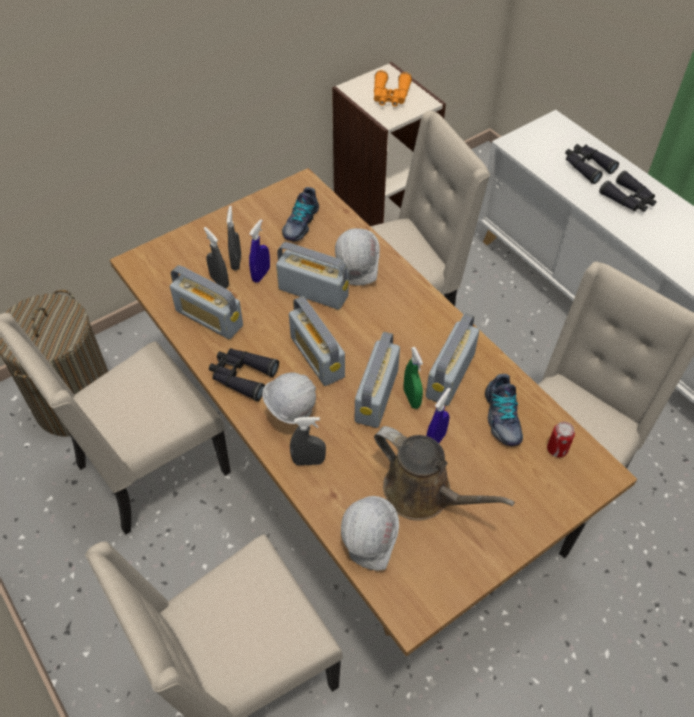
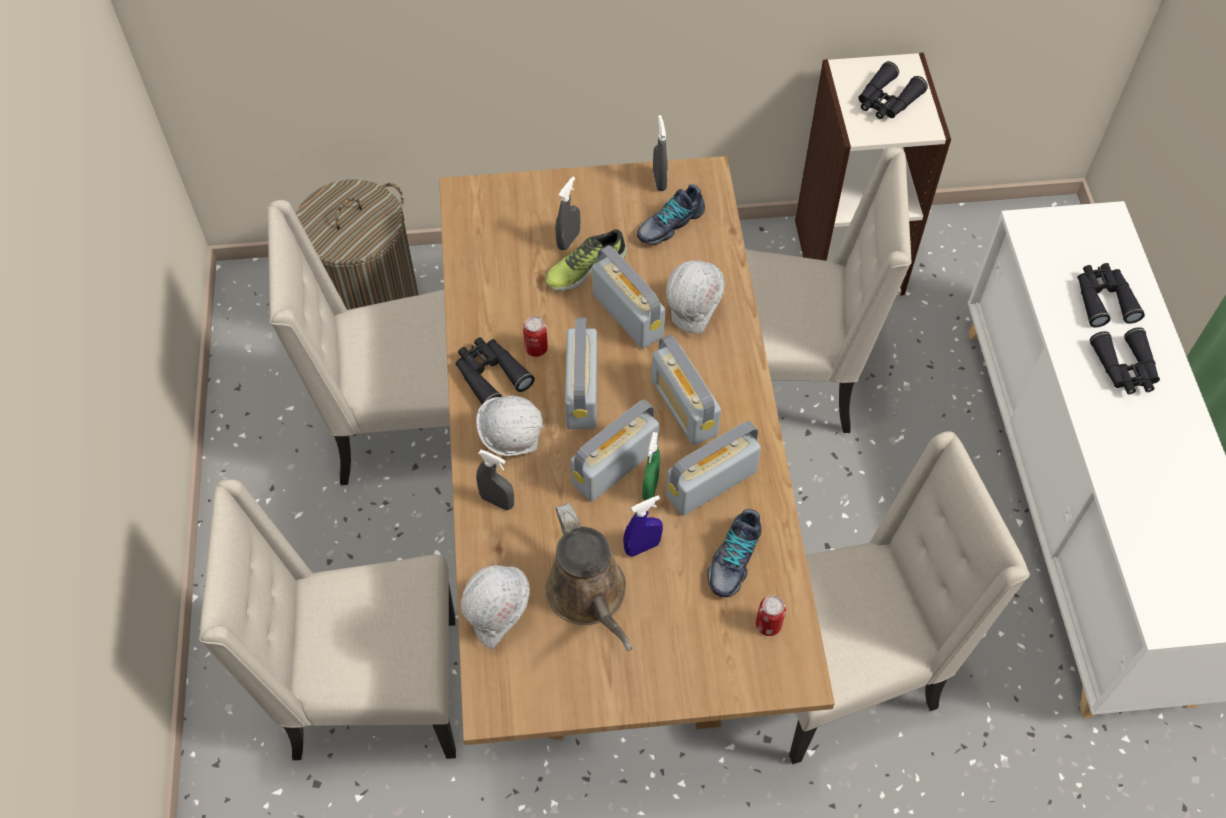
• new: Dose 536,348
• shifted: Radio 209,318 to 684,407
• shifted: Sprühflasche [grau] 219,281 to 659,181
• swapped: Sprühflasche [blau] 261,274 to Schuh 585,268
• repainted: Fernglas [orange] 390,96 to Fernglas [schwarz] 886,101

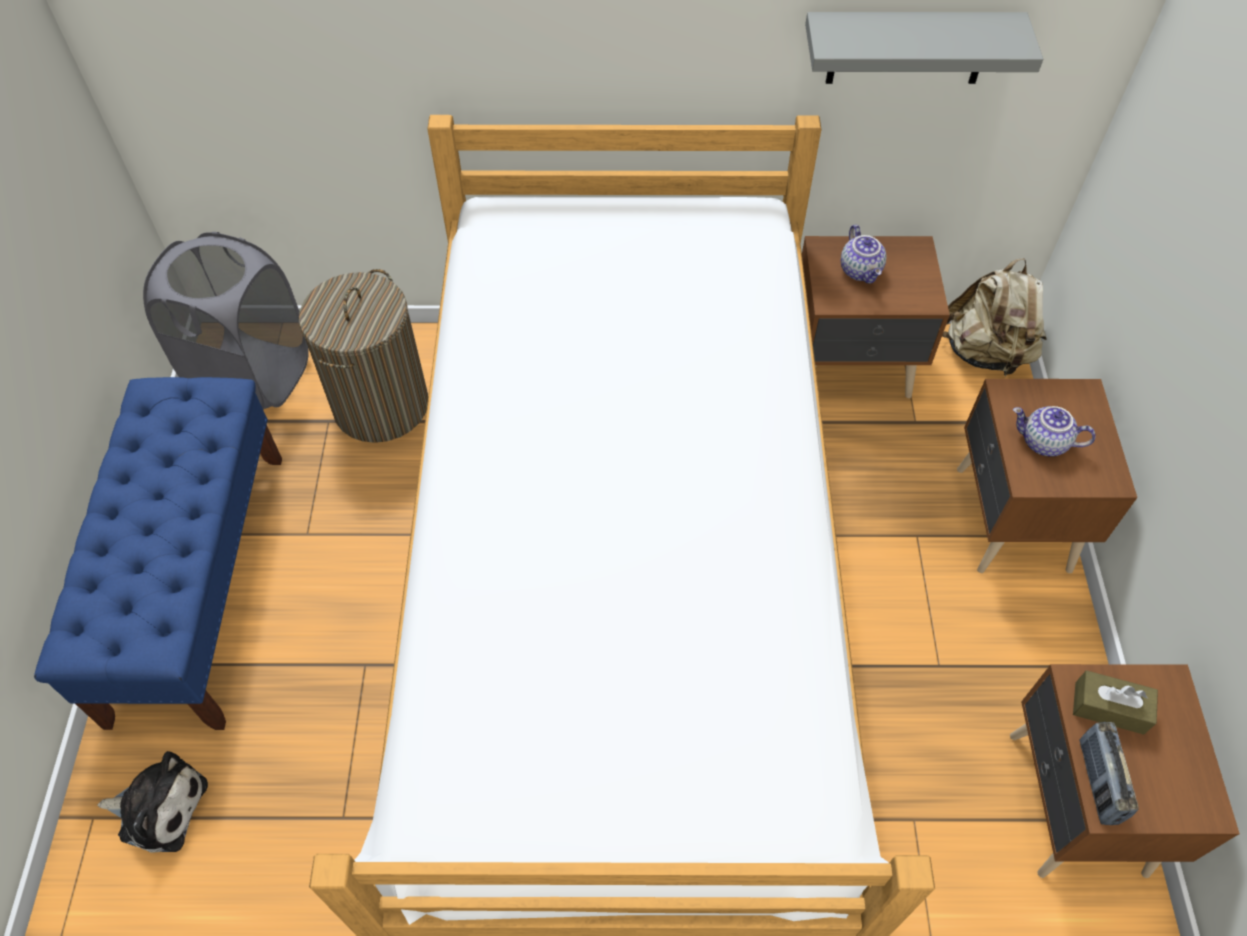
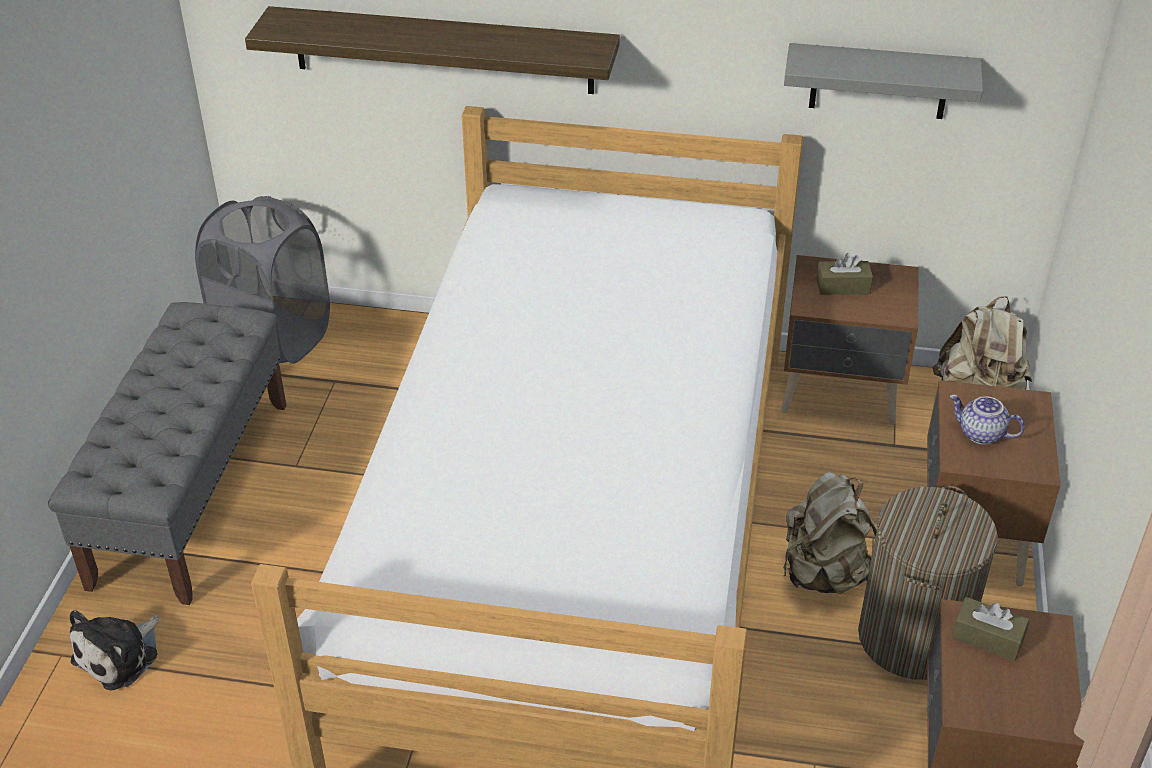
• gone: Radio 1097,781
• new: Wandregal 443,50
• new: Rucksack [beige] 825,573
• shifted: Wäschekorb 381,405 to 912,638
• swapped: Teekanne 861,271 to Taschentuchbox [braun] 843,286
• repainted: Bank [blau] 199,582 to Bank [grau] 192,491
• rotated: Plüschtier 159,807 = 120,655 105 degrees clockwise

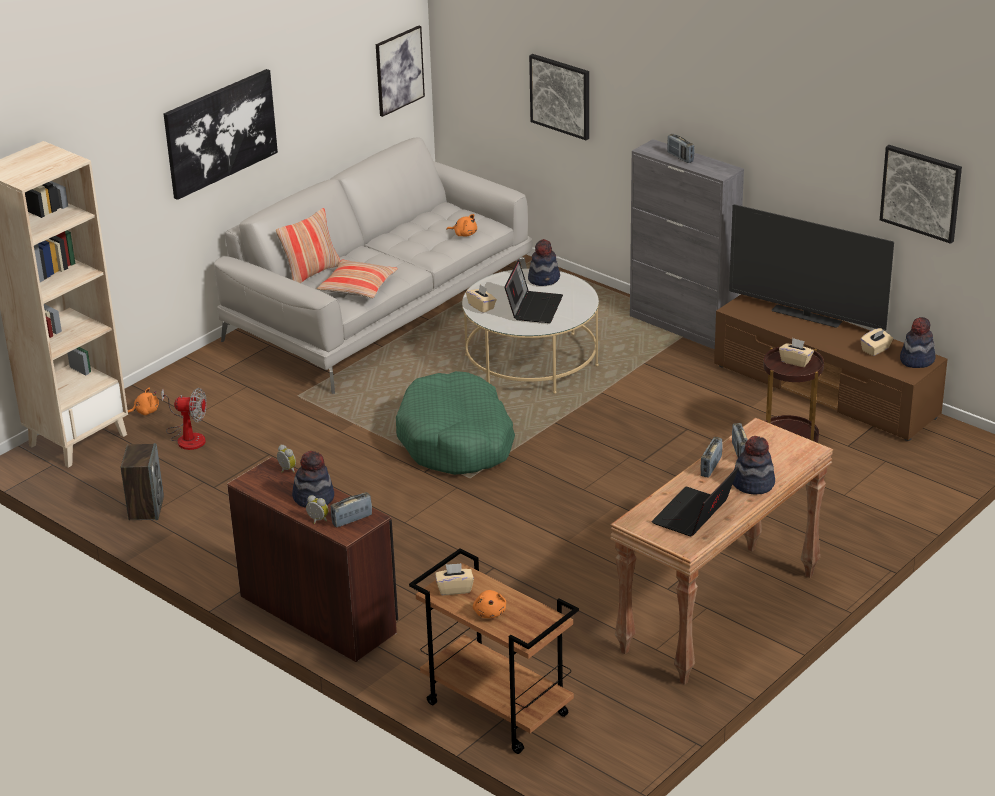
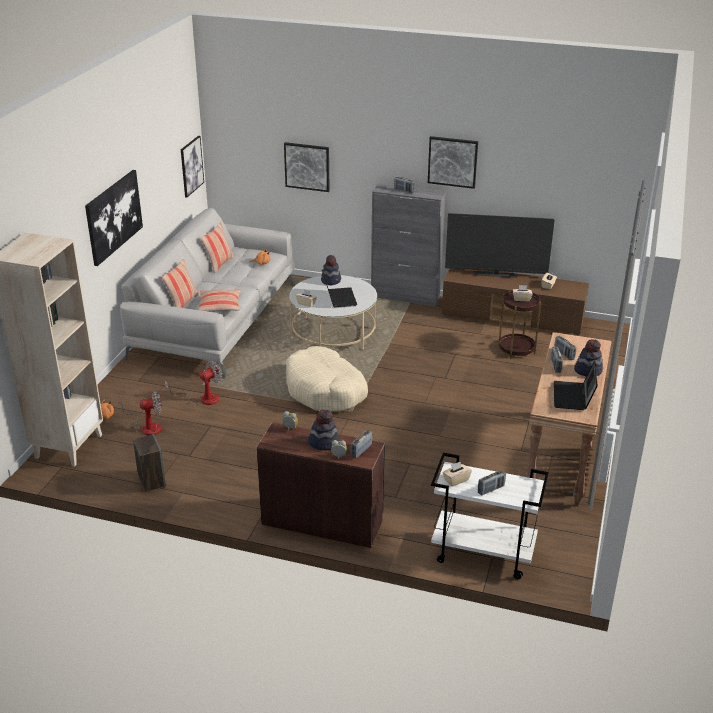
• gone: Hut 916,360
• new: Ventilator 202,399
• new: Kissen 219,263
• shifted: Bild 921,192 to 452,162
• swapped: Plüschtier [orange] 490,612 to Radio 491,489
• repainted: Hundebett [grün] 456,440 to Hundebett [beige] 325,390
• repainted: Rollwagen [braun] 495,709 to Rollwagen [weiß] 482,554

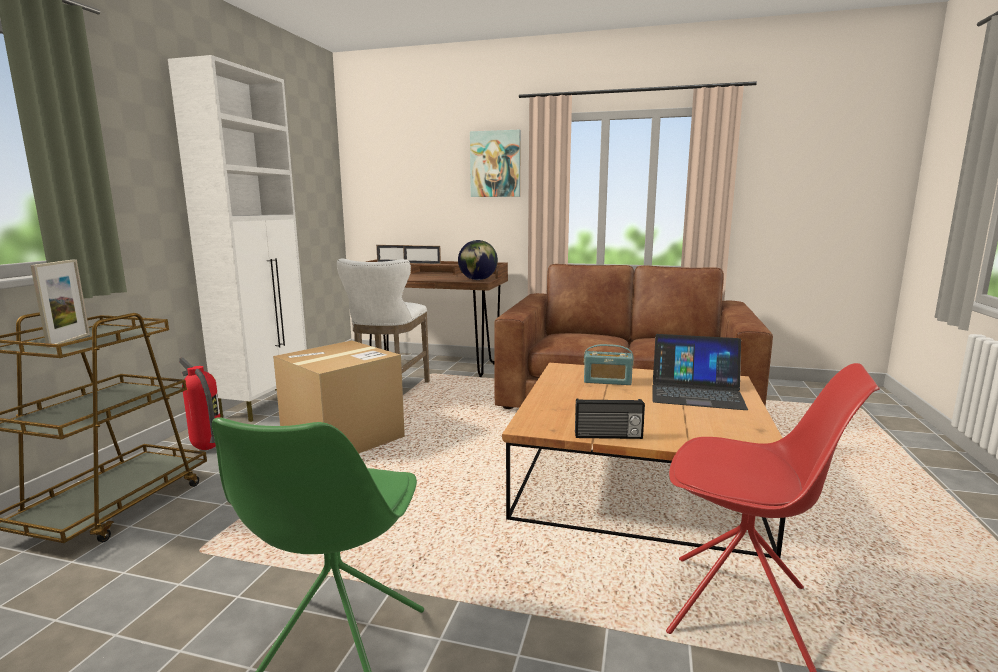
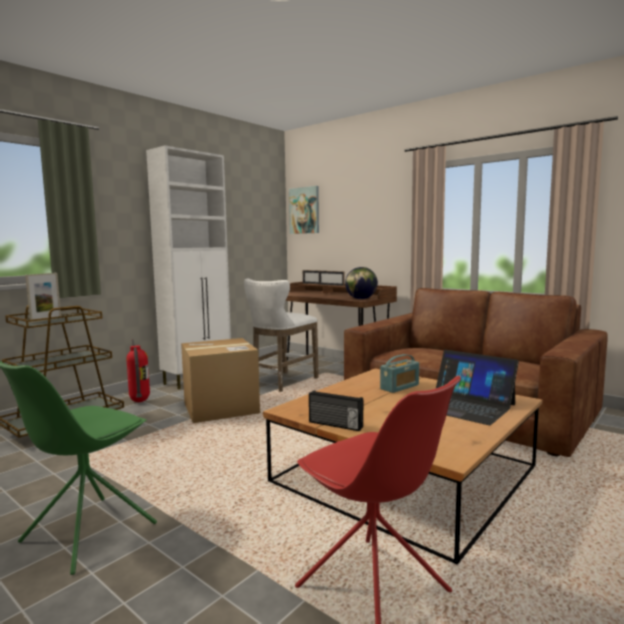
• shifted: Bild 495,164 to 304,210
• rotated: Radio 607,381 = 399,387 75 degrees counterclockwise

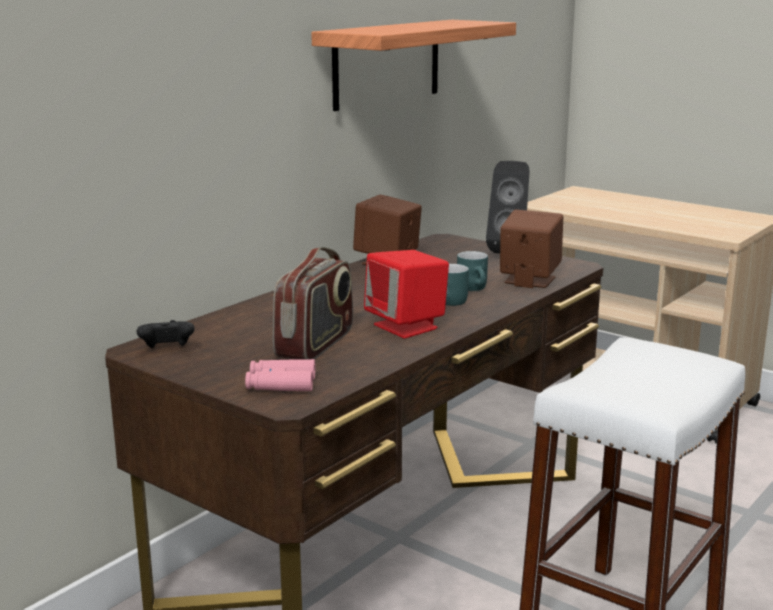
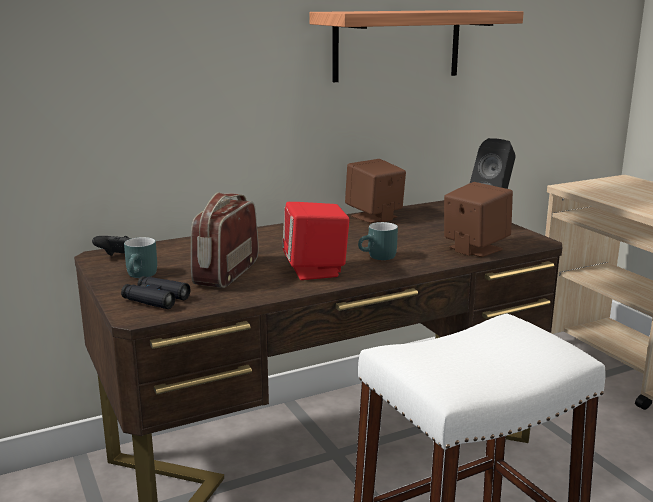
• shifted: Henkelbecher [türkis] 475,288 to 142,275
• repainted: Fernglas [rosa] 281,384 to Fernglas [schwarz] 156,299
• rotated: Radio 316,344 = 226,273 150 degrees clockwise

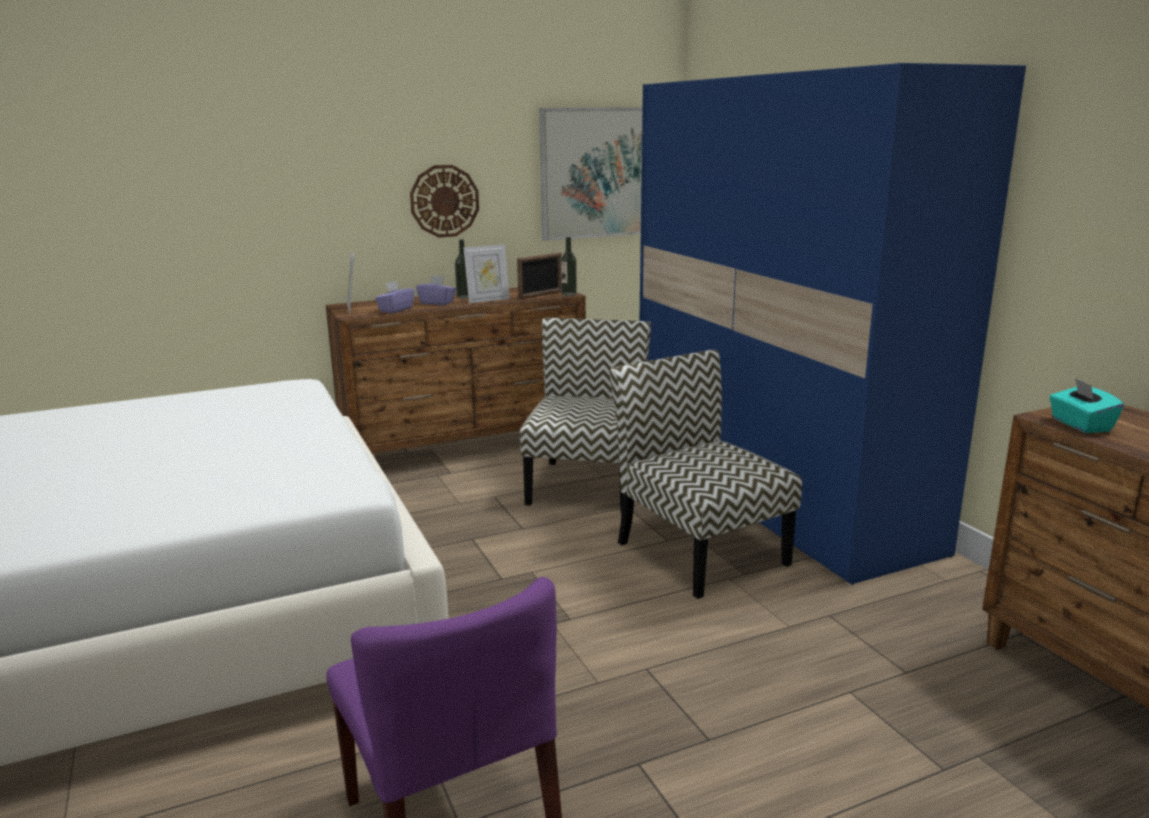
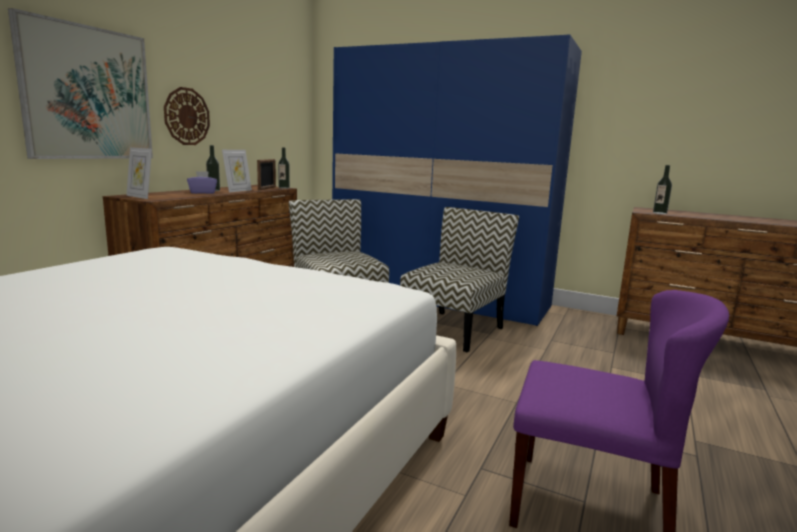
• gone: Taschentuchbox [lila] 395,310
• shifted: Bild 598,173 to 88,93
• swapped: Taschentuchbox [türkis] 1080,425 to Flasche 659,213
• rotated: Stuhl 699,552 = 453,329 105 degrees clockwise

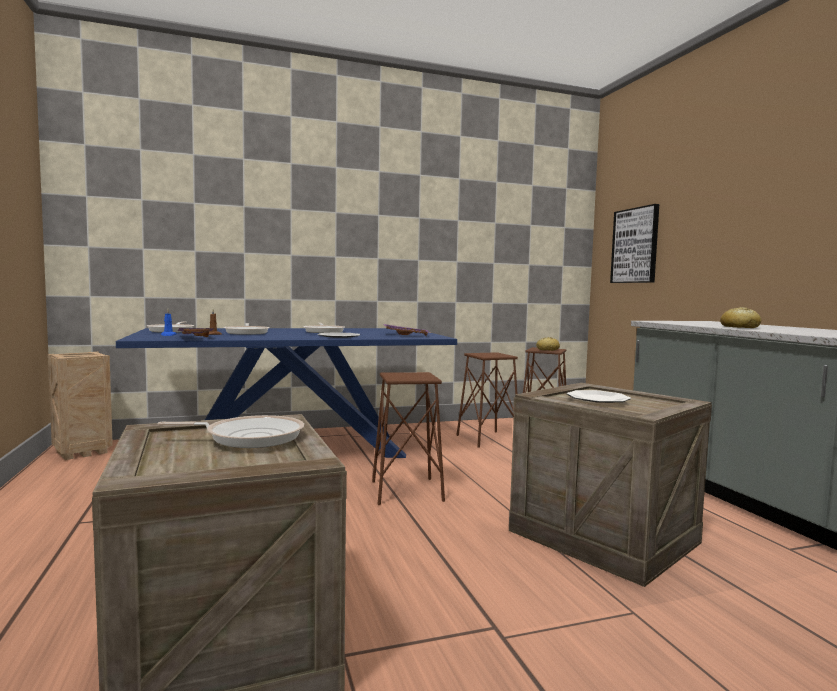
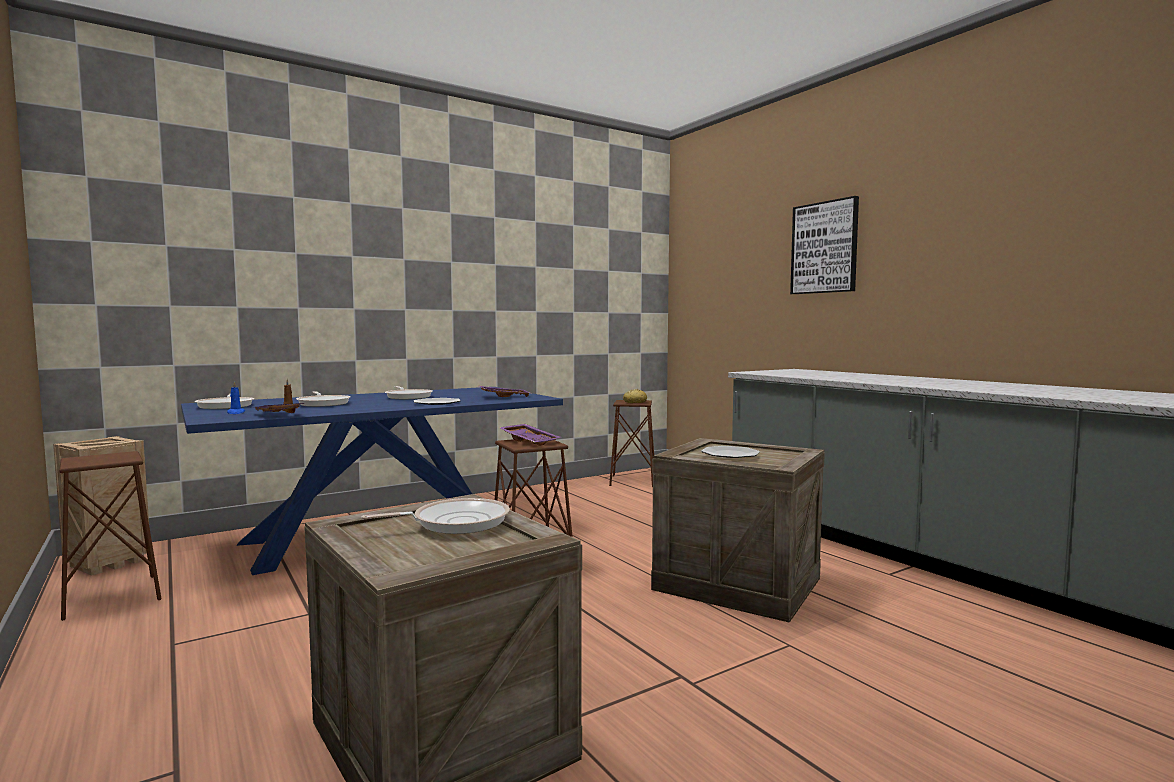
• gone: Brot 739,327
• new: Tablett [lila] 530,441
• shifted: Hocker [braun] 488,439 to 111,597
• shifted: Bild 635,245 to 824,247

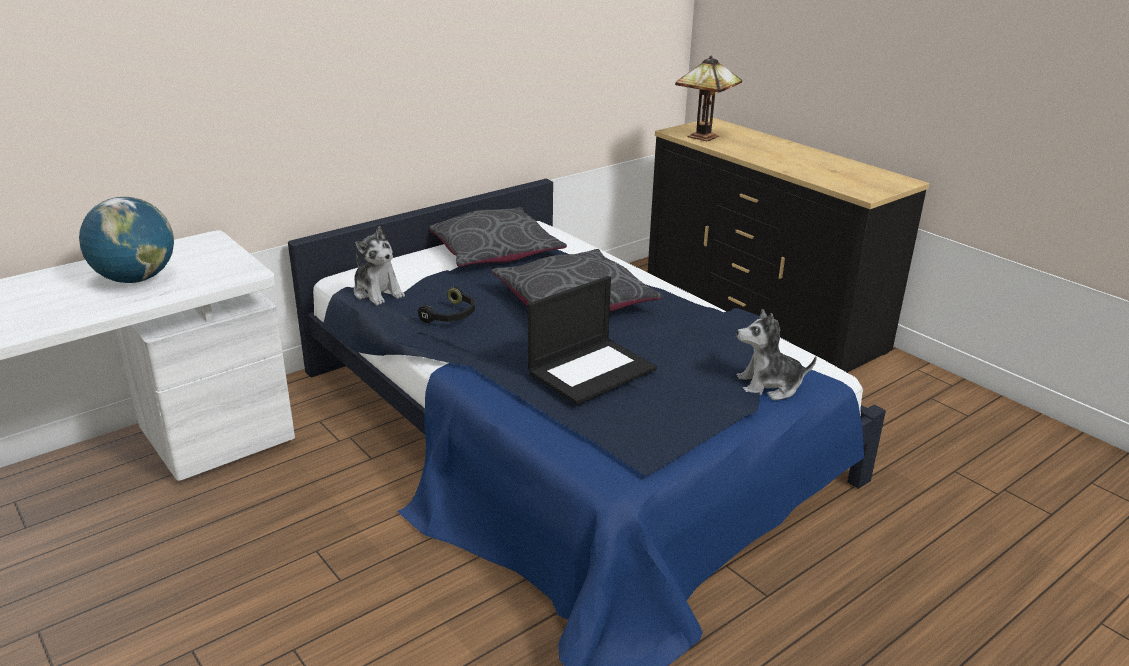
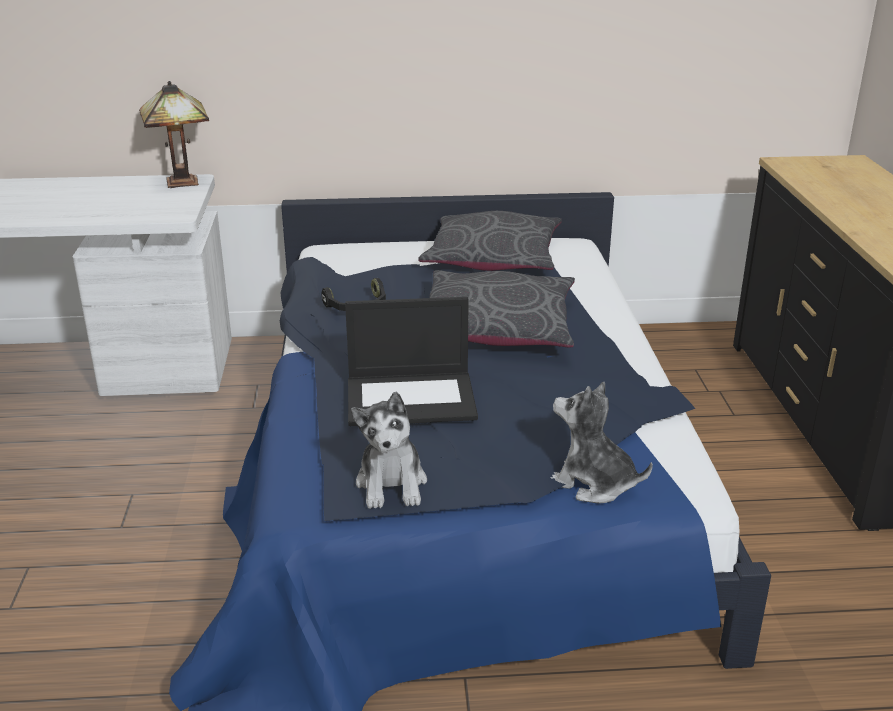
• gone: Globus 136,279
• shifted: Plüschtier 378,293 to 392,484
• shifted: Tischlampe 705,137 to 184,183

